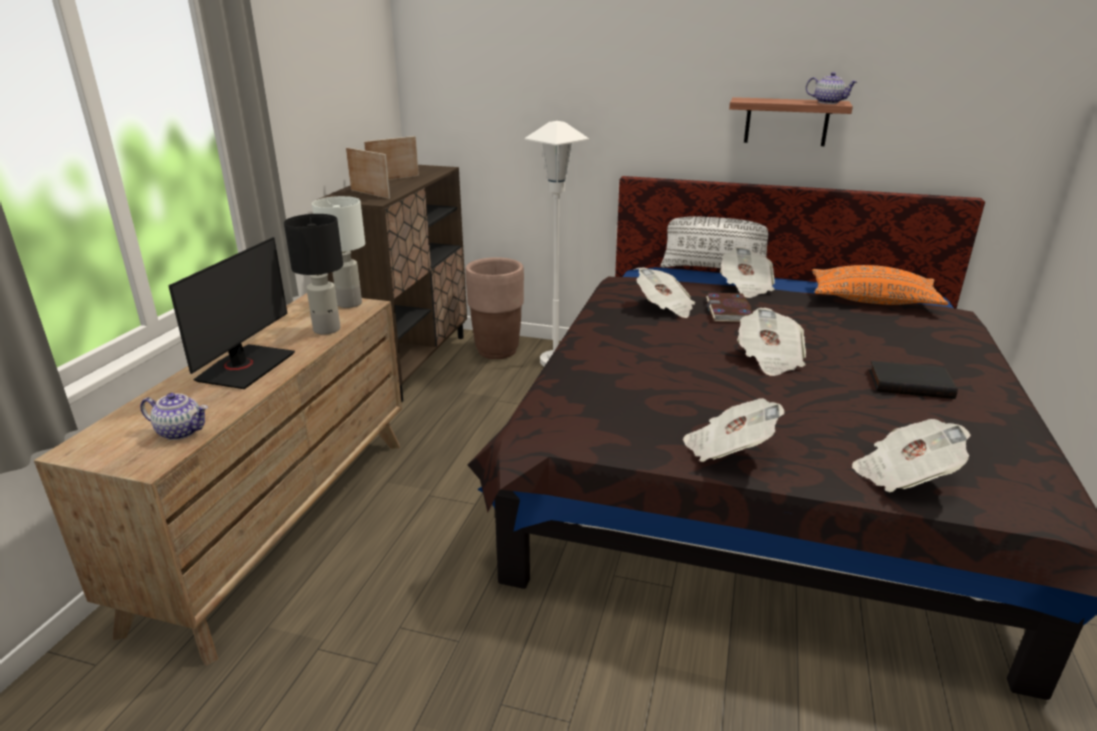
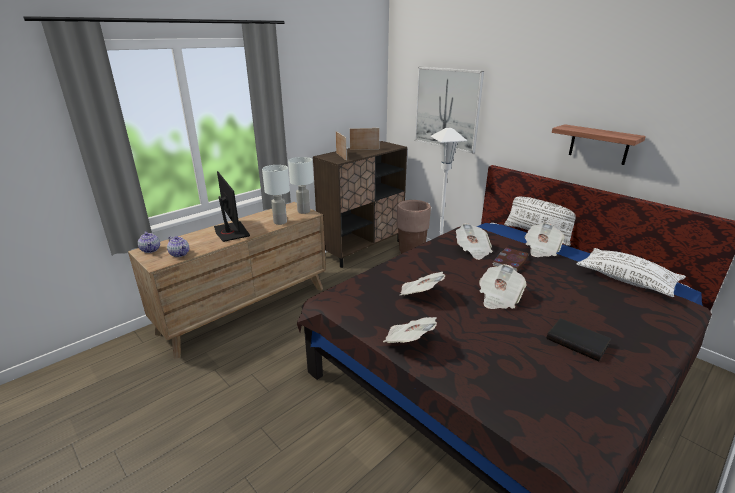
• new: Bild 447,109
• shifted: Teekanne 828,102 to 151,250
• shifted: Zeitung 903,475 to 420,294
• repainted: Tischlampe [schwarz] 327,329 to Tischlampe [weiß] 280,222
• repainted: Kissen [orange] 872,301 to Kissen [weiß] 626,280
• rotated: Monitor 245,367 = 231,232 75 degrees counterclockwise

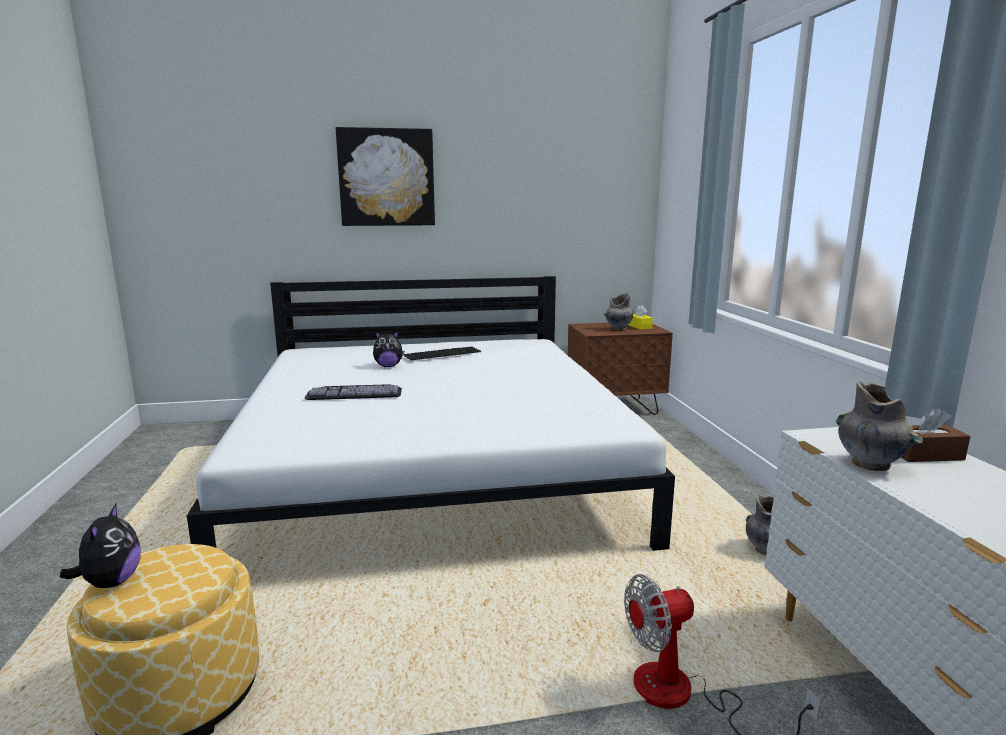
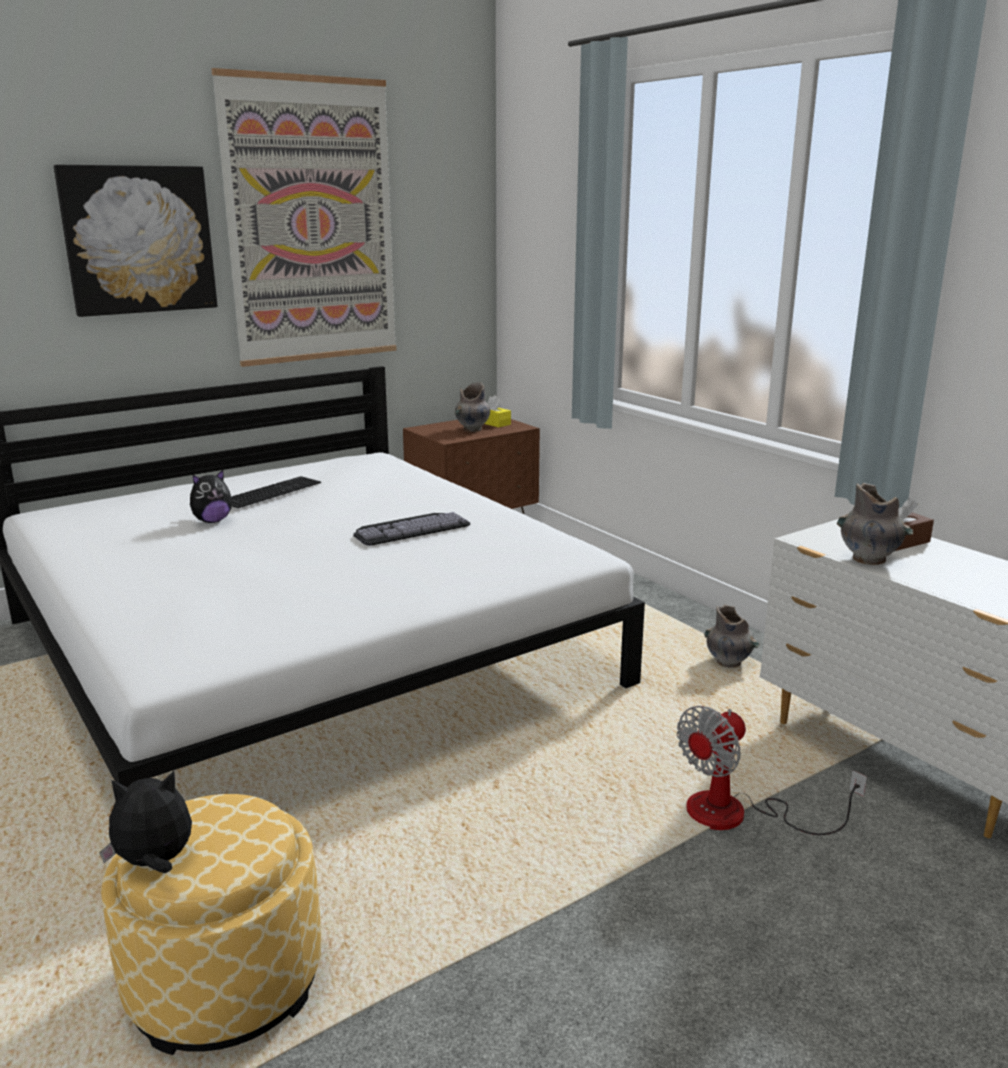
• new: Bild 312,223
• shifted: Tastatur 356,392 to 410,528
• rotated: Plüschtier 111,582 = 155,863 75 degrees counterclockwise

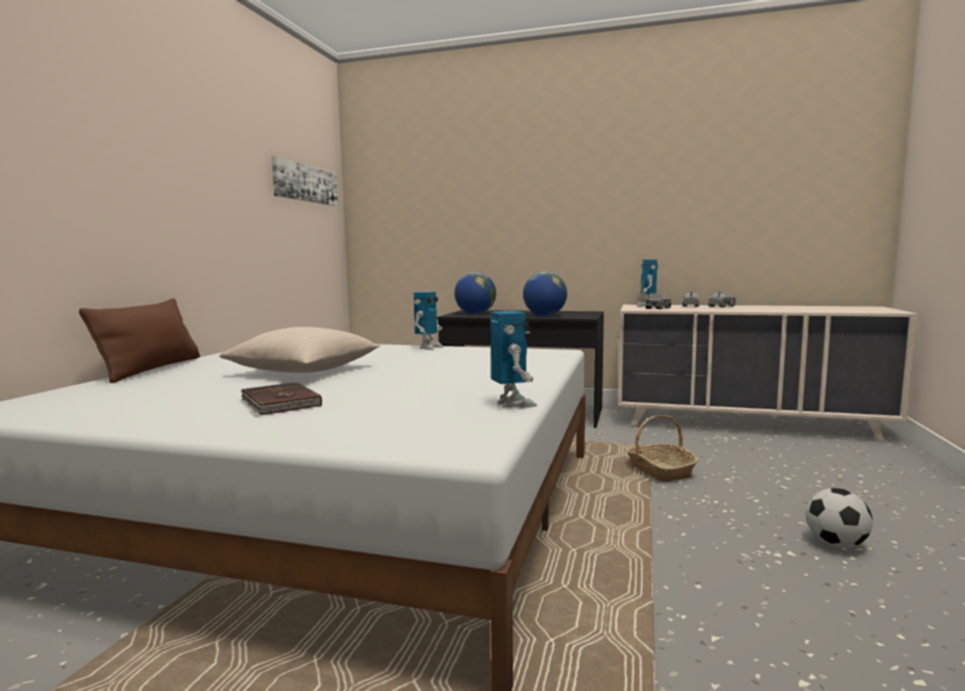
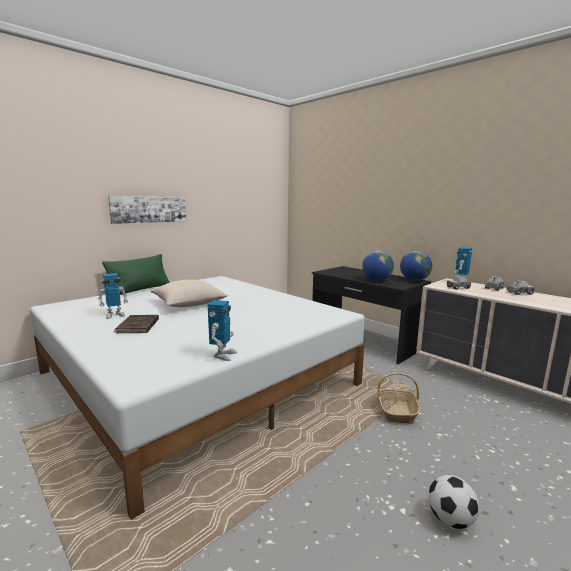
• shifted: Bild 305,183 to 149,209
• shifted: Spielzeugroboter 428,348 to 115,315
• shifted: Globus 475,314 to 414,280
• repainted: Kissen [braun] 151,369 to Kissen [grün] 140,289

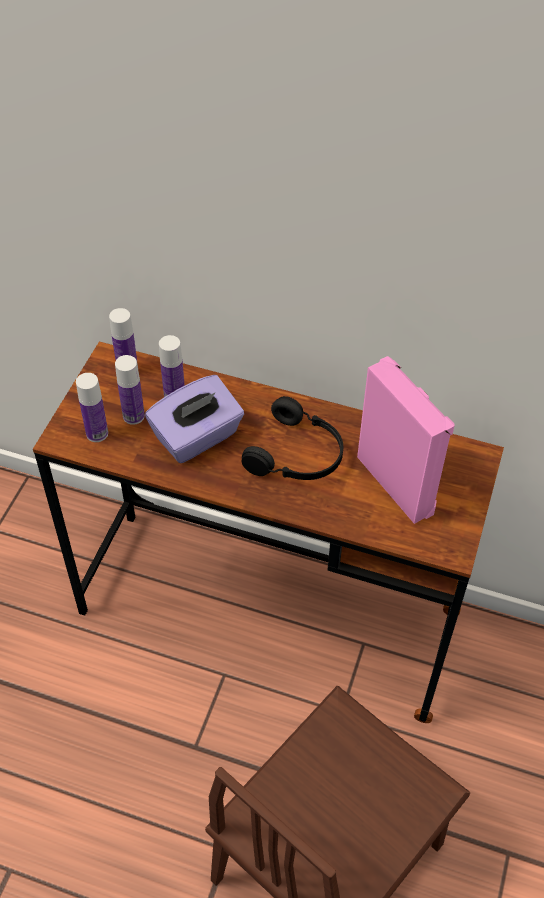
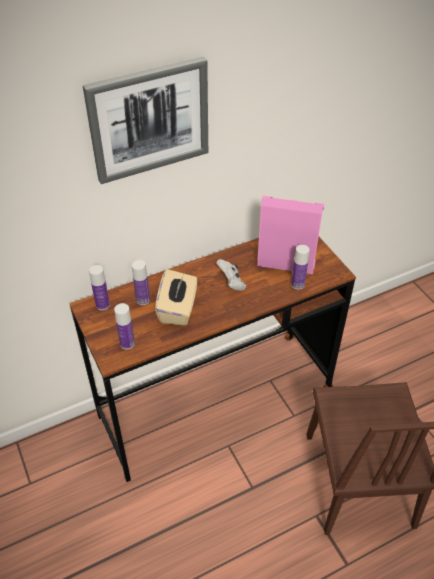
• new: Bild 149,119
• shifted: Flasche 133,416 to 298,284
• swapped: Kopfhörer [schwarz] 298,455 to Gamepad [weiß] 232,283
• repainted: Taschentuchbox [lila] 197,437 to Taschentuchbox [beige] 178,309

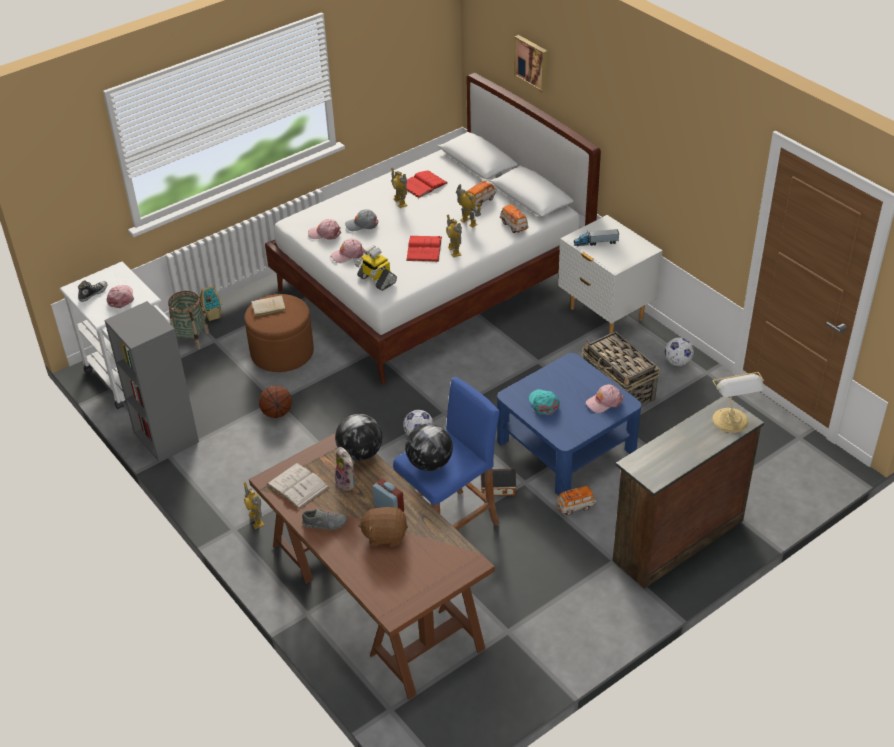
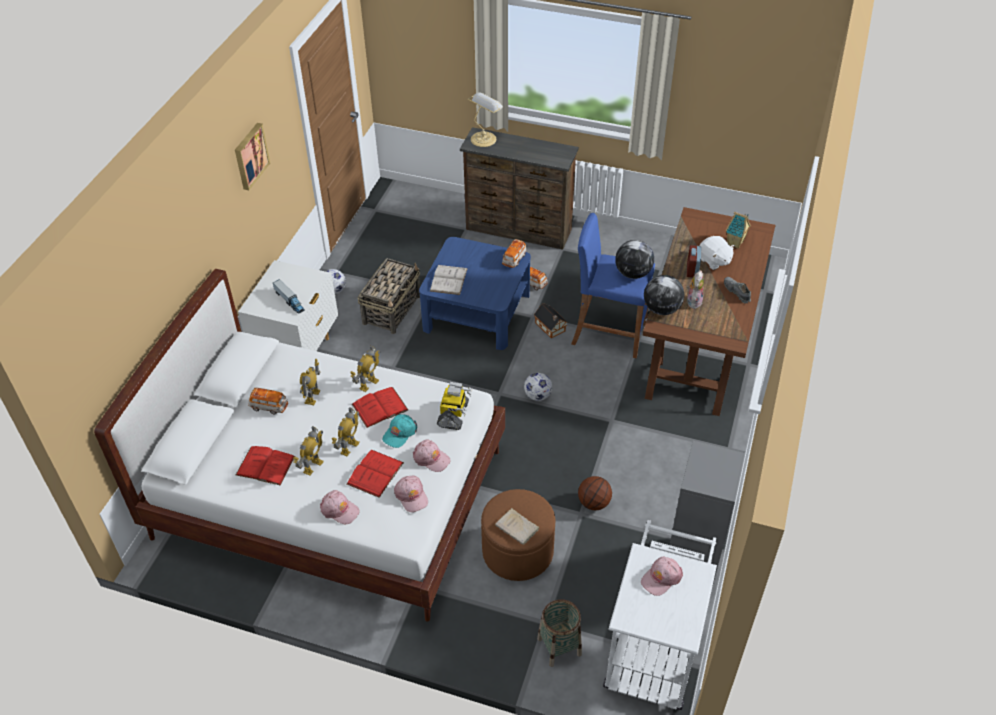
• gone: Schuh 93,293
• shifted: Spielzeughaus 212,316 to 735,243
• shifted: Spielzeugroboter 256,520 to 349,447
• shifted: Buch [weiß] 298,486 to 448,279
• shifted: Spielzeugauto 513,225 to 514,259
• shifted: Bild 532,62 to 250,156
• shifted: Kappe [türkis] 543,403 to 399,433
• shifted: Kappe [rosa] 604,402 to 339,510
• swapped: Kappe [grau] 362,224 to Buch [rot] 375,473
• repainted: Plüschtier [braun] 385,535 to Plüschtier [weiß] 714,261

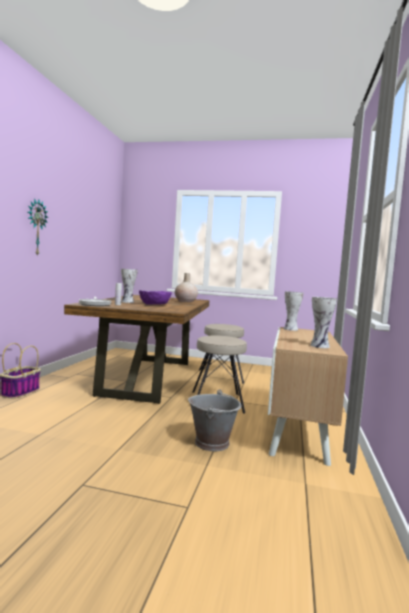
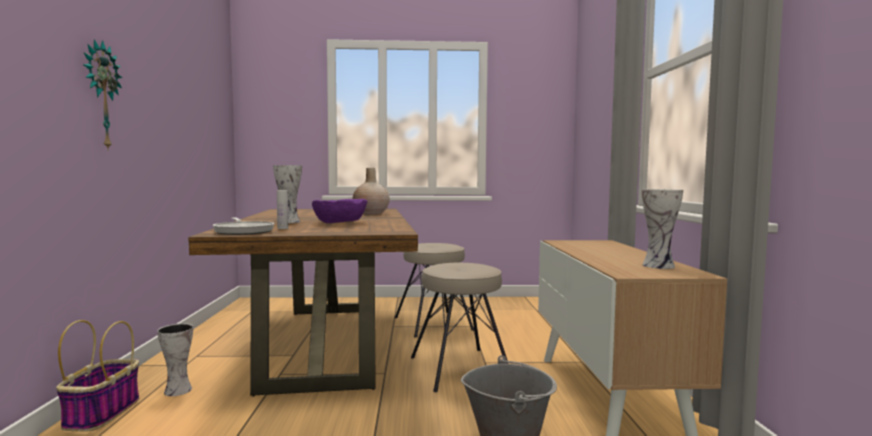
• shifted: Vase 290,329 to 176,390

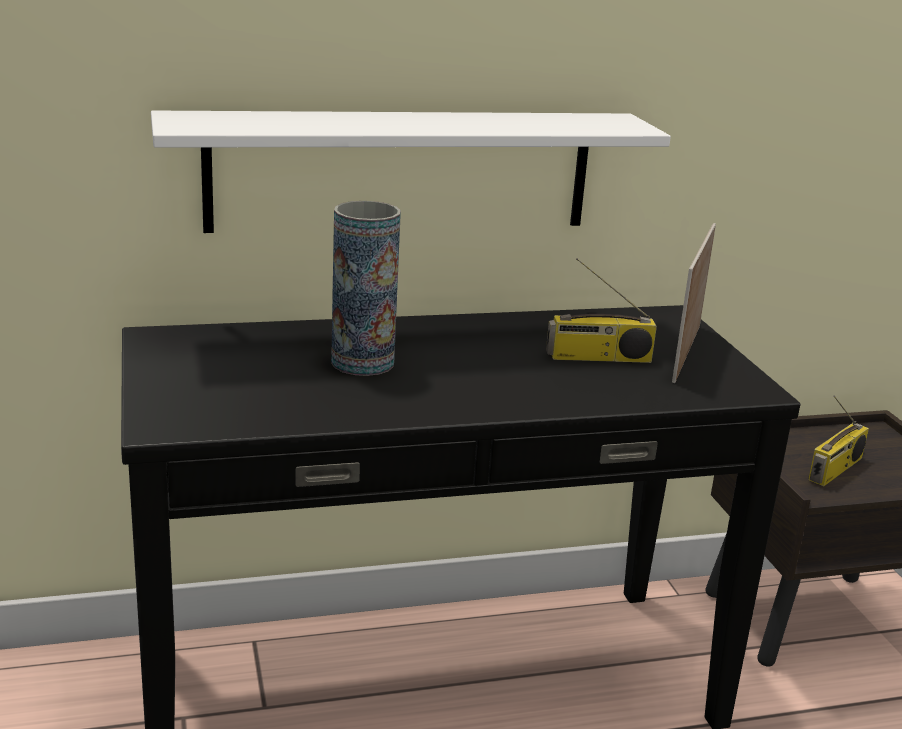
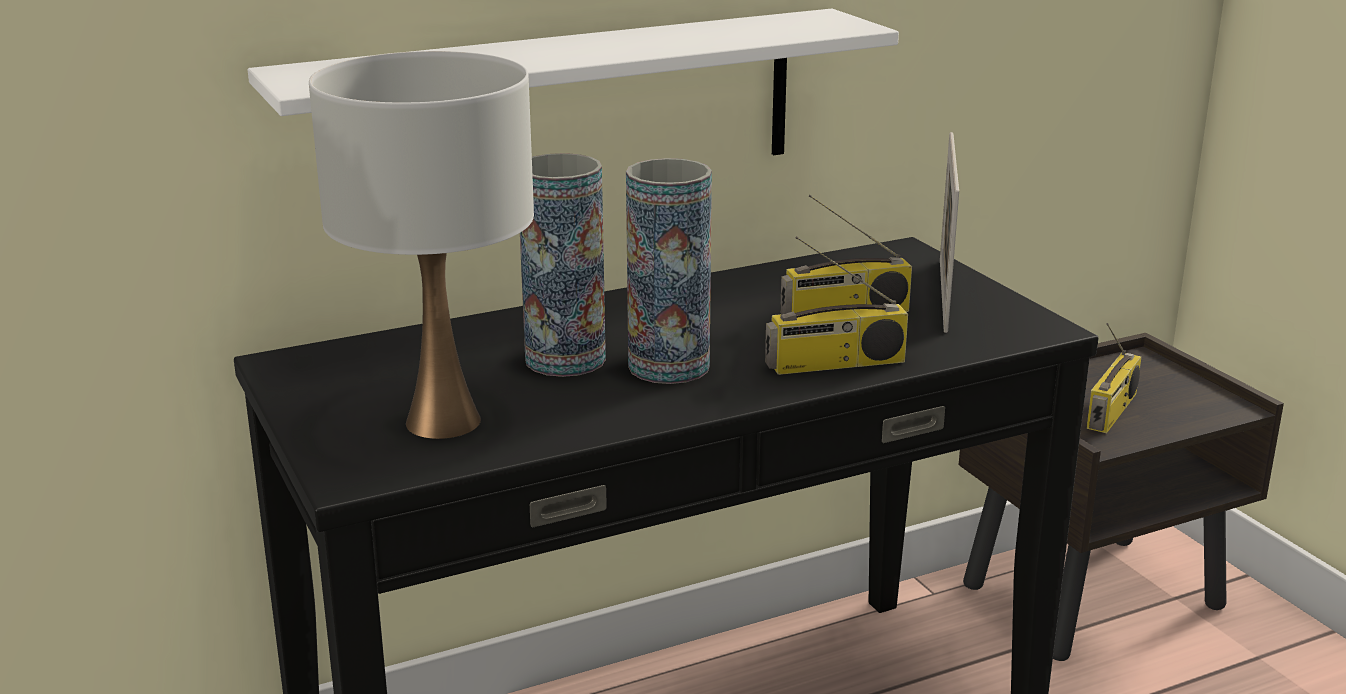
• new: Tischlampe [weiß] 442,421
• new: Vase 669,366
• new: Radio 835,364

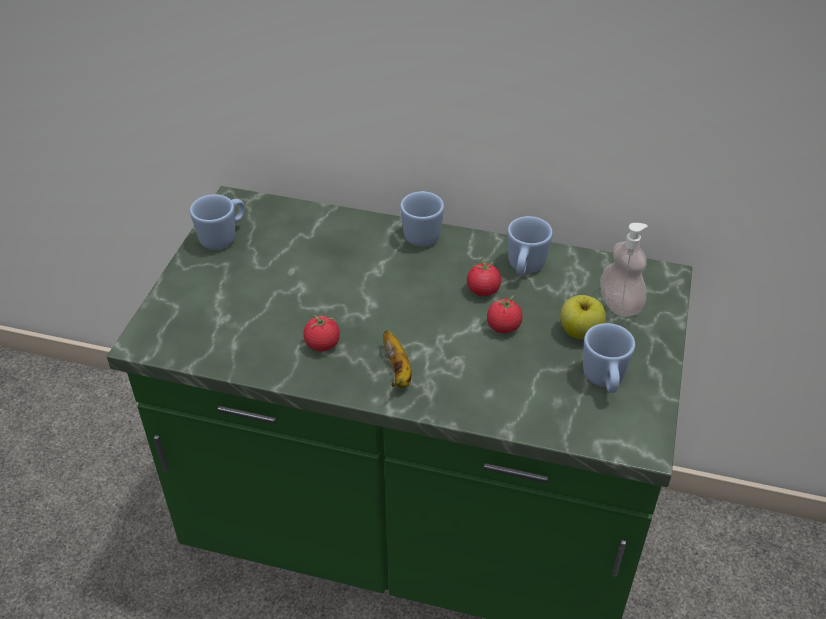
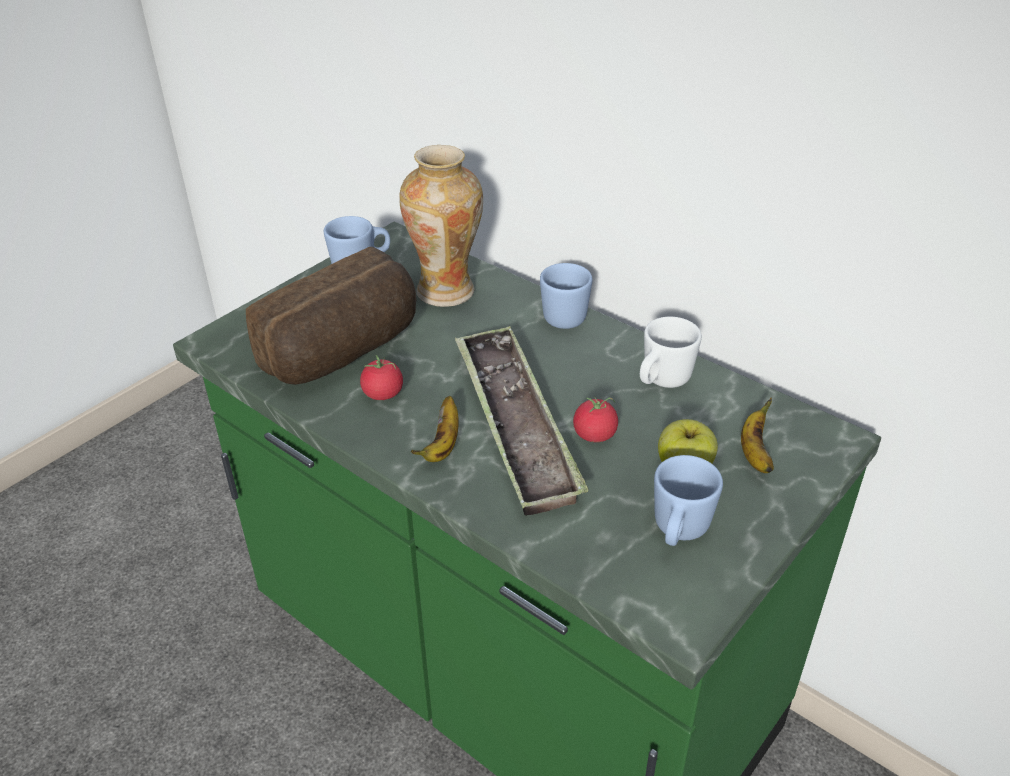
• gone: Tomate 483,290
• new: Brot 345,352
• new: Vase 446,291
• new: Tablett 515,425
• swapped: Seifenspender 619,305 to Banane 754,453
• repainted: Henkelbecher [blau] 524,268 to Henkelbecher [weiß] 661,381

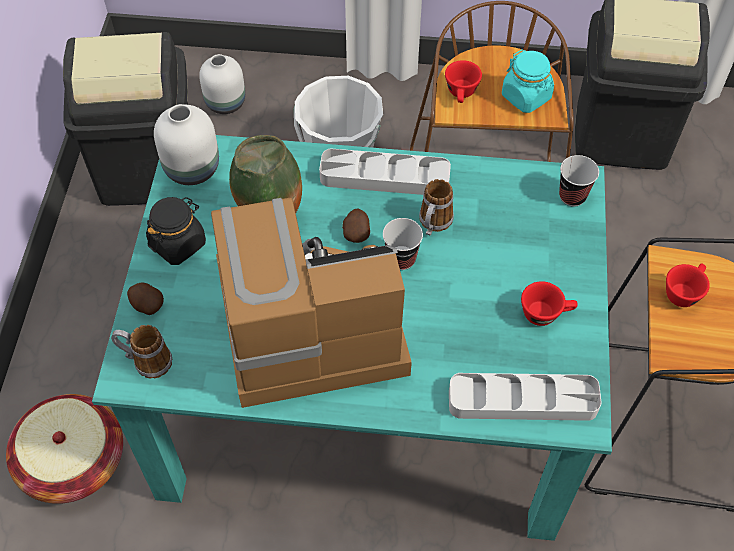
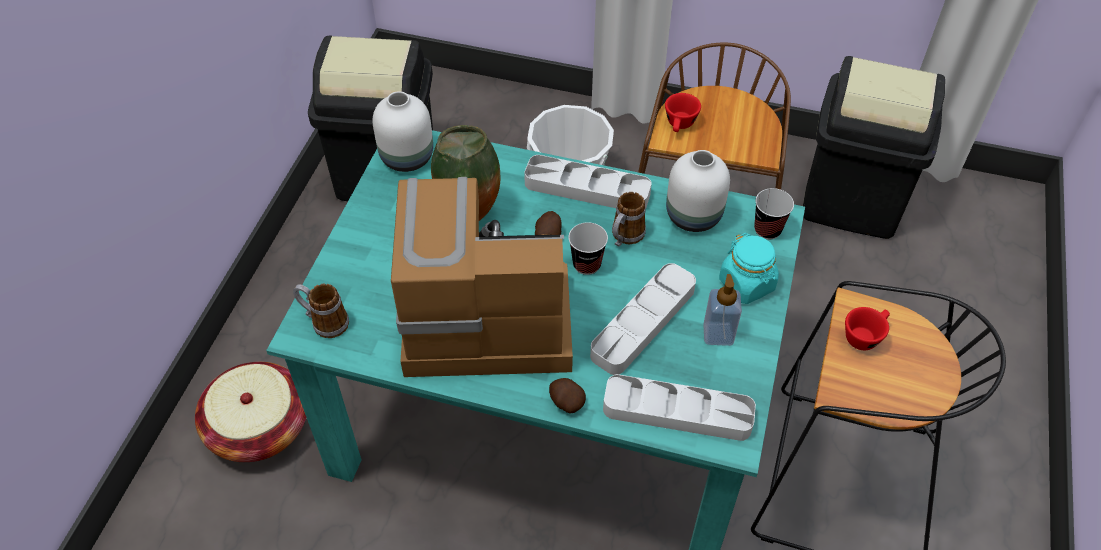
• gone: Vorratsglas [schwarz] 178,243
• new: Tablett [grau] 643,322
• shifted: Kartoffel 146,305 to 566,402
• shifted: Vase [weiß] 226,102 to 695,215
• shifted: Vorratsglas [türkis] 526,97 to 747,284
• swapped: Tasse [rot] 546,313 to Seifenspender 718,334

